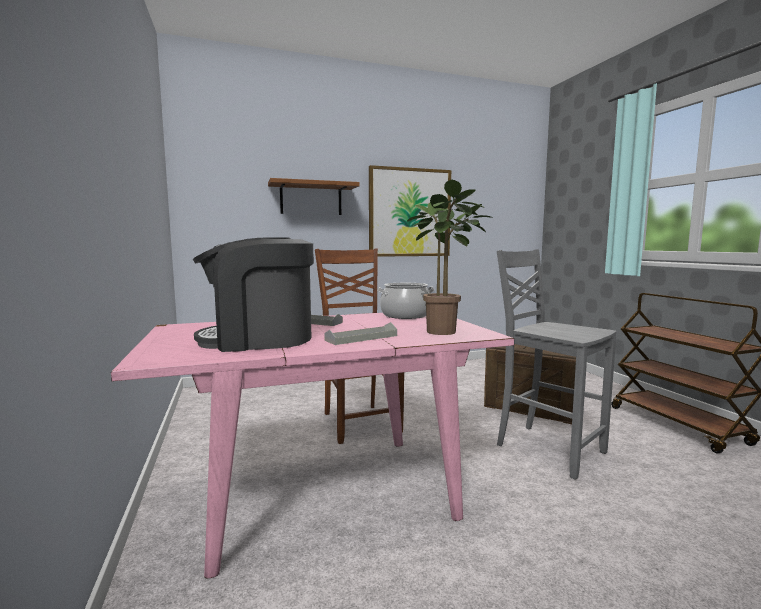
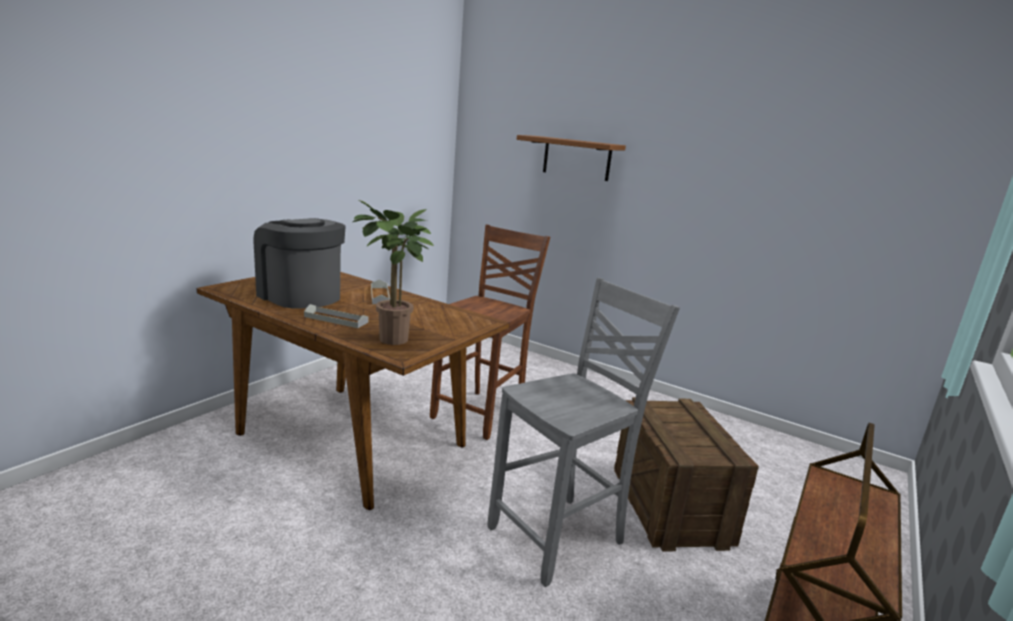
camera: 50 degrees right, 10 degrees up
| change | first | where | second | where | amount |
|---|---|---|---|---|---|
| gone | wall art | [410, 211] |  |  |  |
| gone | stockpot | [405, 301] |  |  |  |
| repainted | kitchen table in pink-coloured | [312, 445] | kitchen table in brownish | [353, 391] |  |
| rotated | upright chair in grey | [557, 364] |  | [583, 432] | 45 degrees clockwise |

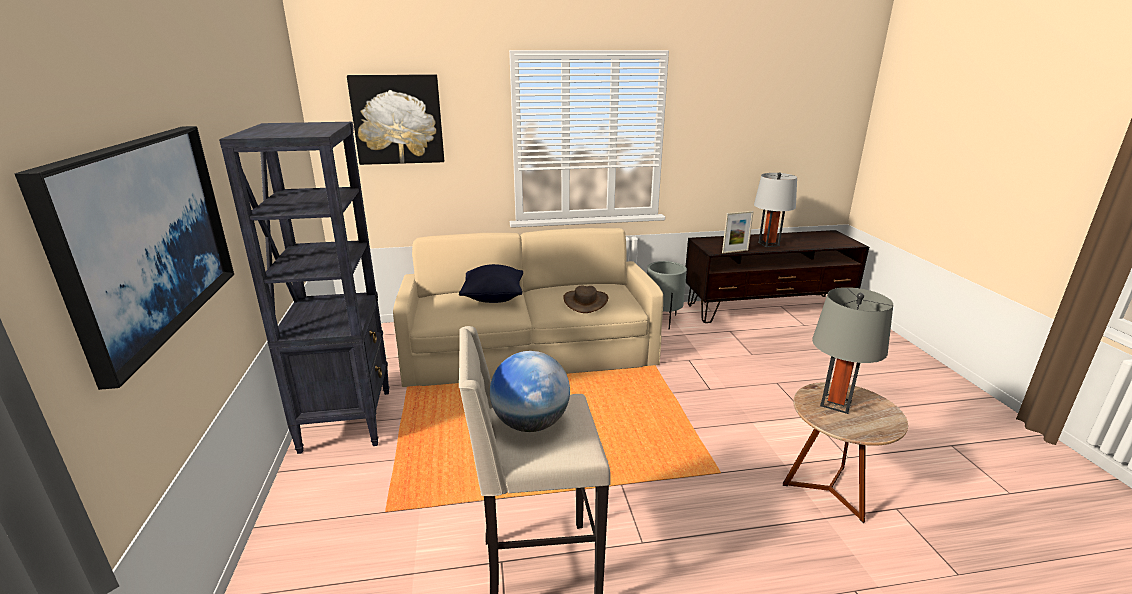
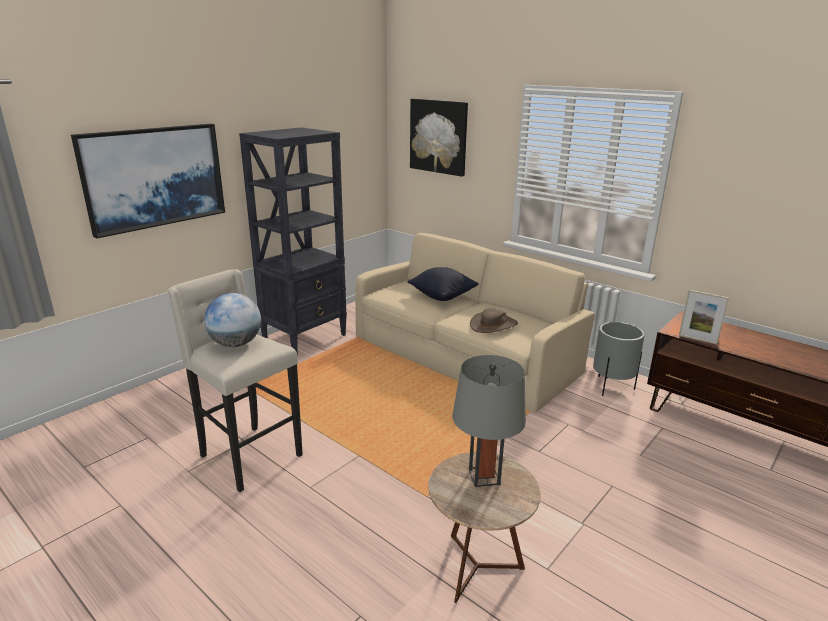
camera: 50 degrees right, 0 degrees up
| change | first | where | second | where | amount |
|---|---|---|---|---|---|
| gone | tabletop lamp in grey | [775, 209] |  |  |  |

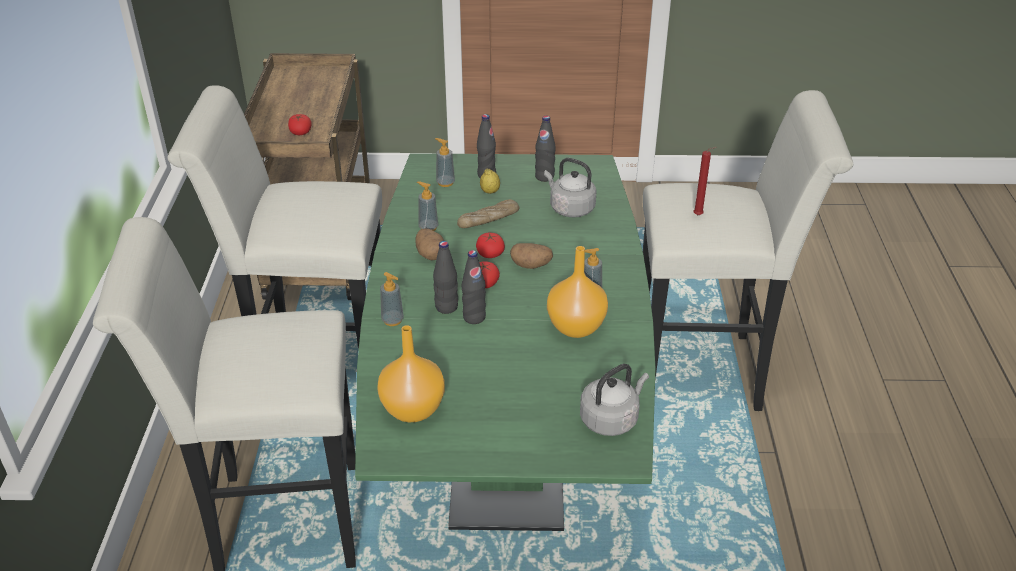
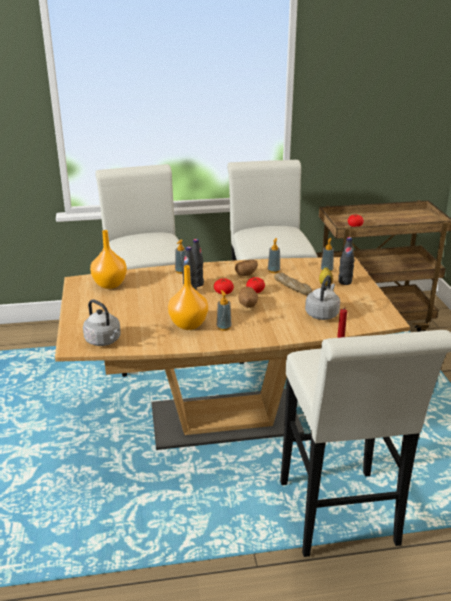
camera: 80 degrees right, 10 degrees down
| change | first | where | second | where | amount |
|---|---|---|---|---|---|
| gone | beverage bottle in blackish | [545, 149] |  |  |  |
| repainted | kitchen table in green-coloured | [505, 342] | kitchen table in brownish | [232, 353] |  |

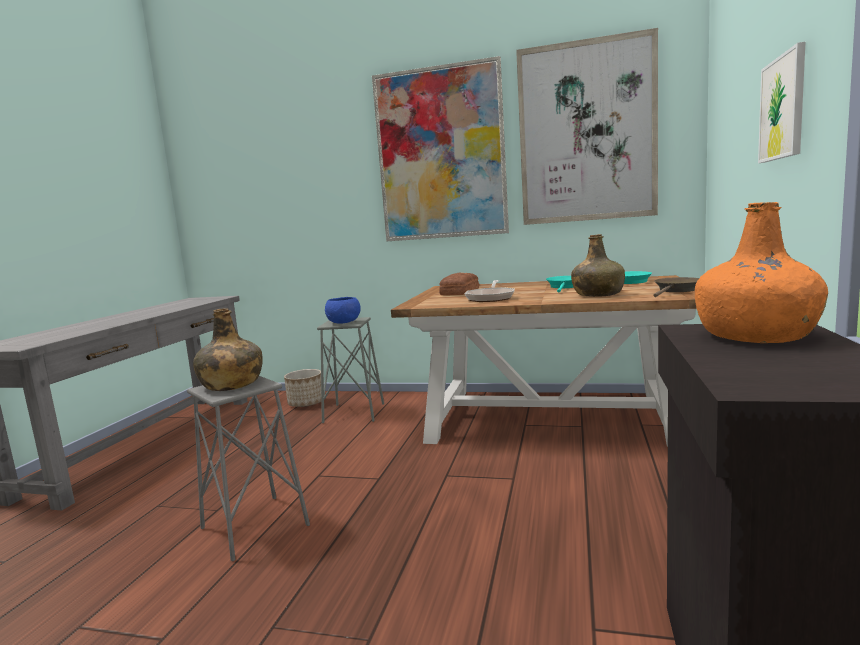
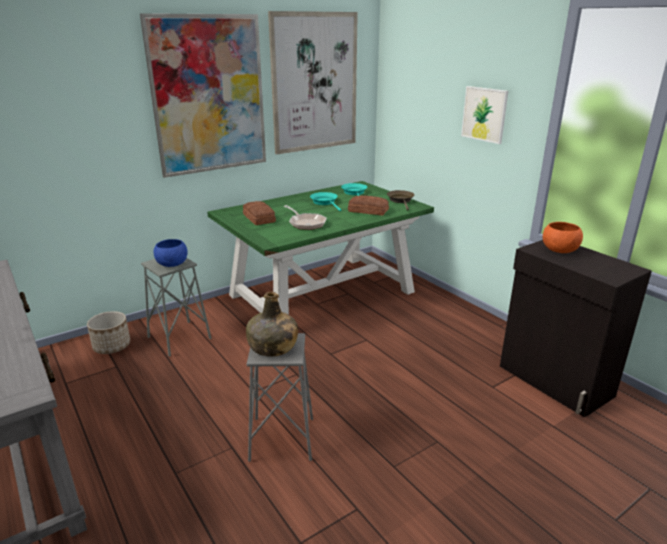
camera: 50 degrees left, 15 degrees up
| change | first | where | second | where | amount |
|---|---|---|---|---|---|
| swapped | beverage bottle in green-coloured | [598, 265] | bread | [368, 206] |  |
| swapped | beverage bottle in orangey | [761, 272] | serving bowl in orangey | [563, 237] |  |
| repainted | kitchen table in brownish | [543, 361] | kitchen table in green-coloured | [320, 247] |  |

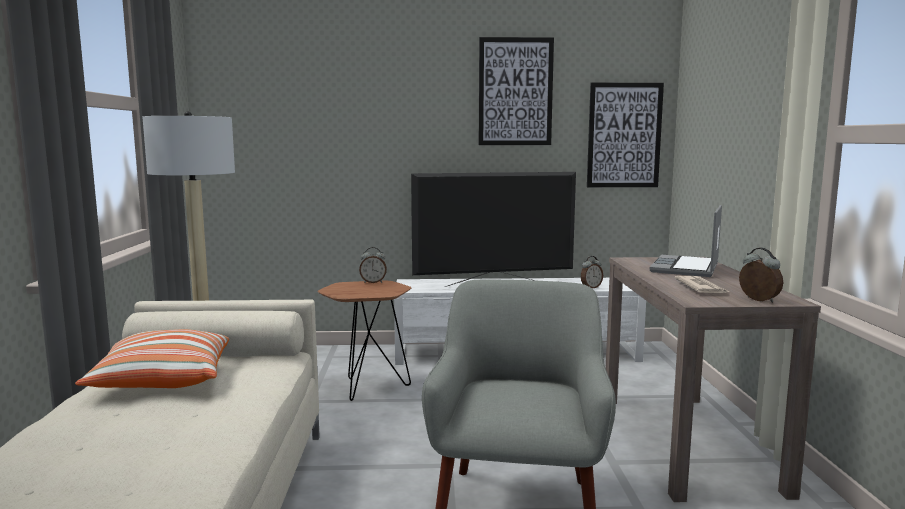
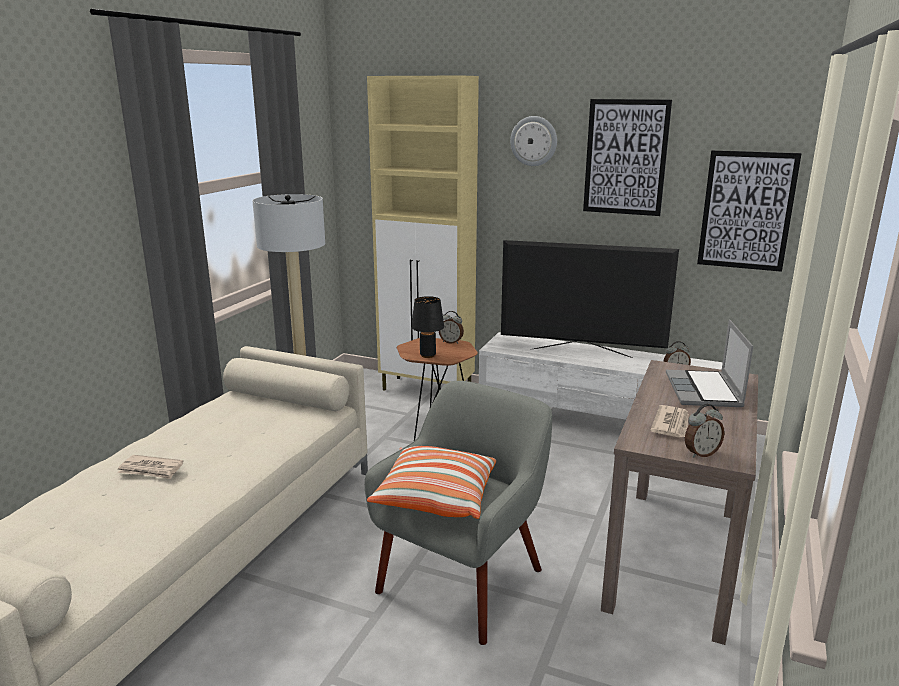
camera: 25 degrees right, 10 degrees up
| change | first | where | second | where | amount |
|---|---|---|---|---|---|
| new |  |  | newspaper | [150, 467] |  |
| new |  |  | storage cabinet in sand-coloured | [423, 233] |  |
| new |  |  | tabletop lamp in blackish | [427, 327] |  |
| new |  |  | wall clock | [533, 141] |  |
| shifted | cushion | [152, 358] |  | [431, 482] |  |
| rotated | portable computer | [686, 241] |  | [709, 363] | 45 degrees counterclockwise |
| rotated | bedside clock | [761, 275] |  | [704, 431] | 75 degrees clockwise |

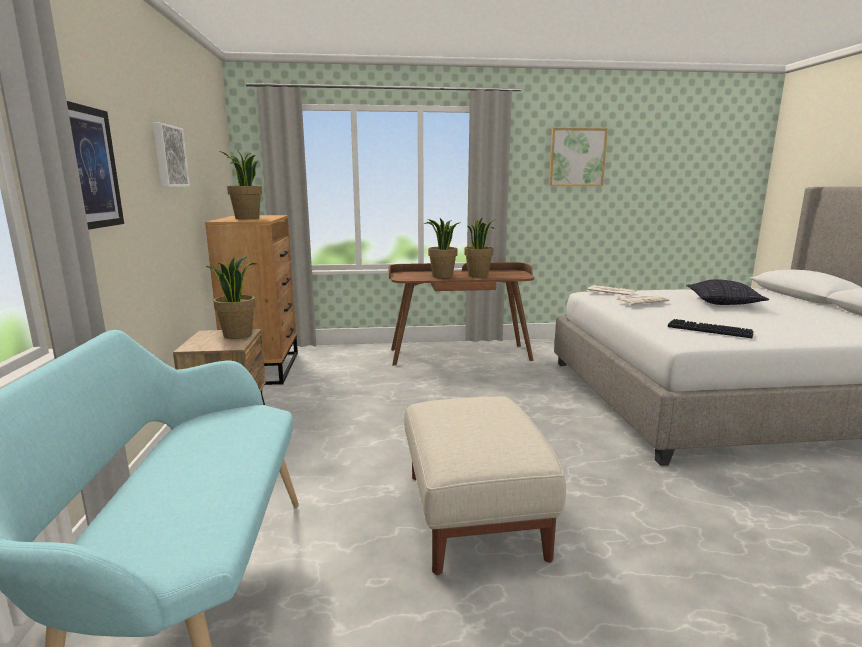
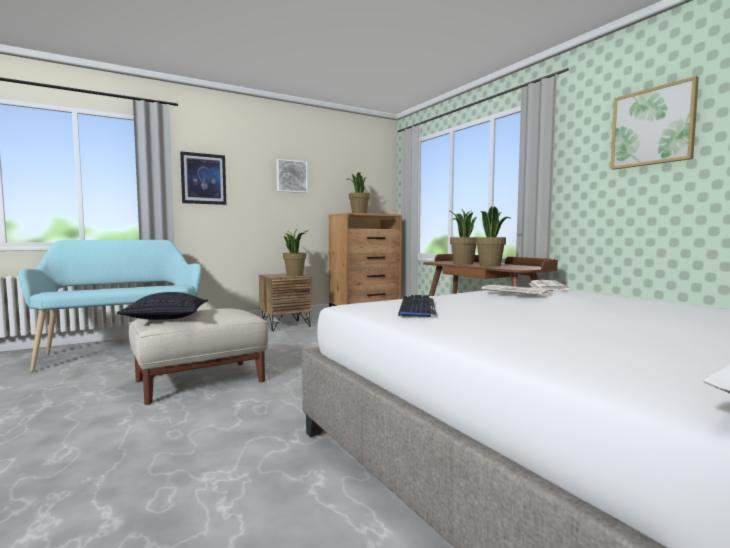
camera: 65 degrees right, 10 degrees down
| change | first | where | second | where | amount |
|---|---|---|---|---|---|
| shifted | cushion | [727, 292] |  | [162, 306] |  |

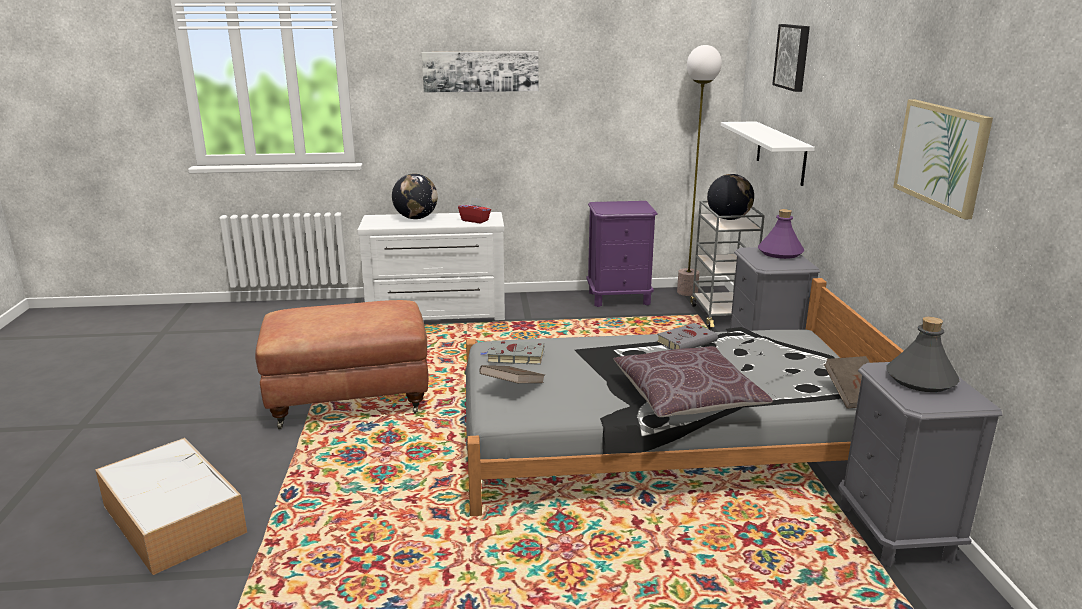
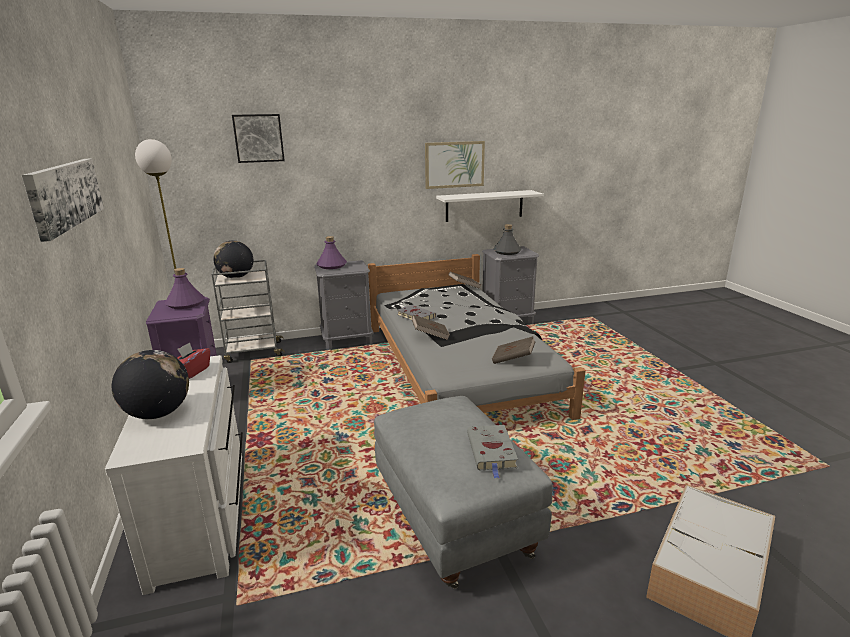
camera: 100 degrees left, 0 degrees up
| change | first | where | second | where | amount |
|---|---|---|---|---|---|
| gone | cushion in brownish | [693, 381] |  |  |  |
| new |  |  | beverage bottle in purple-coloured | [185, 288] |  |
| new |  |  | book in brownish | [431, 327] |  |
| shifted | book in grey | [512, 352] |  | [492, 451] |  |
| shifted | bracket shelf in white | [768, 153] |  | [490, 206] |  |
| repainted | footrest in brownish | [342, 364] | footrest in grey | [463, 492] |  |

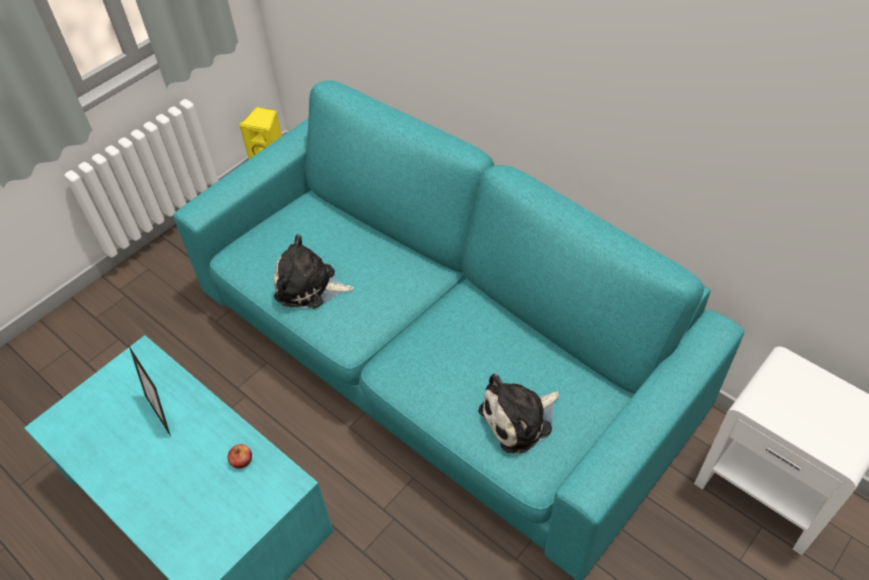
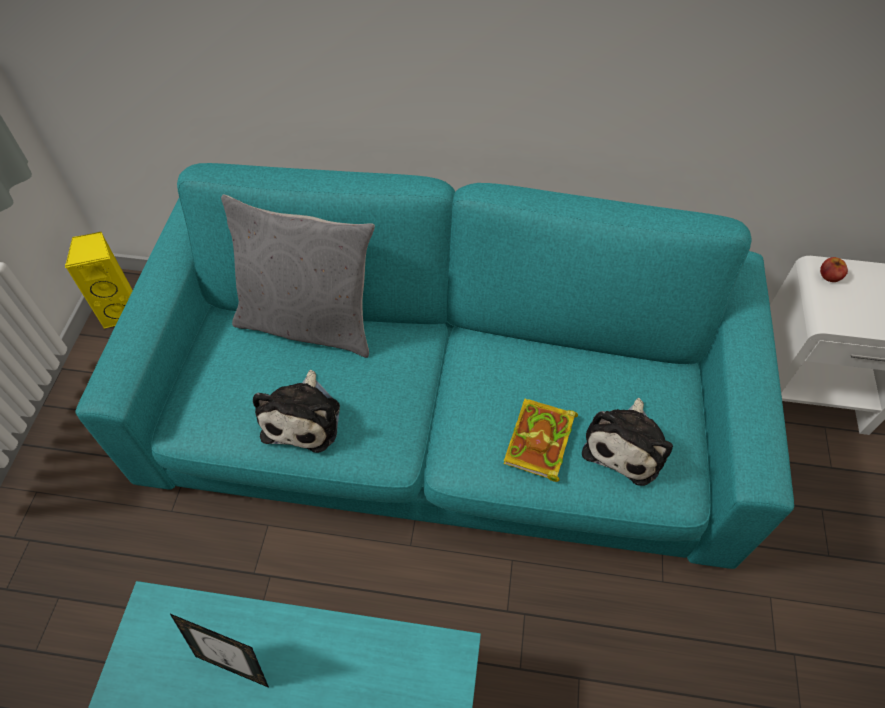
camera: 35 degrees left, 5 degrees up
| change | first | where | second | where | amount |
|---|---|---|---|---|---|
| new |  |  | cushion in grey | [298, 276] |  |
| new |  |  | book | [540, 440] |  |
| shifted | whole apple | [240, 456] |  | [834, 269] |  |
| rotated | cuddly toy | [314, 271] |  | [296, 411] | 60 degrees counterclockwise |

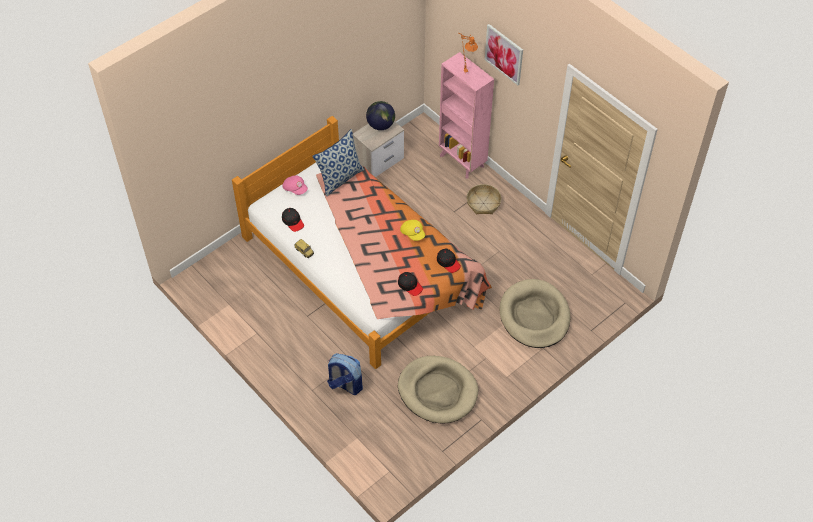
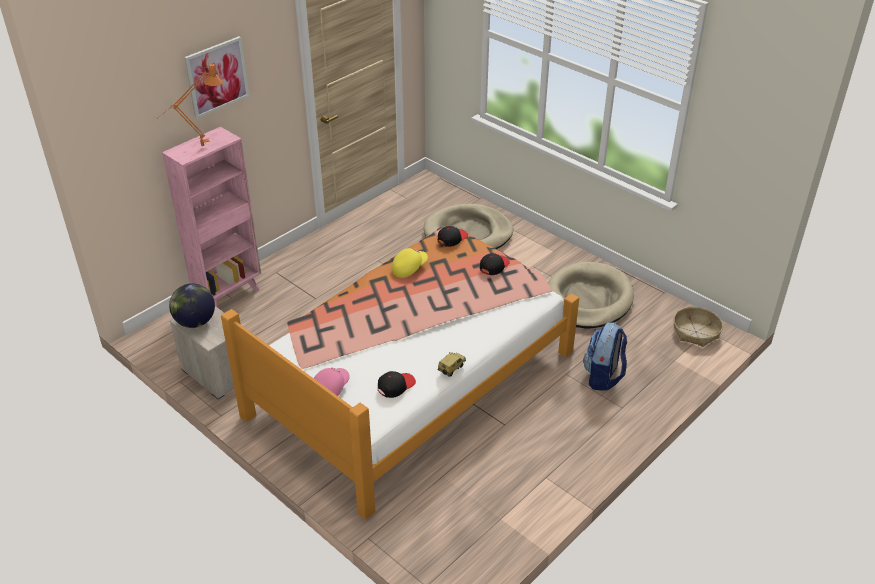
camera: 95 degrees left, 15 degrees down
| change | first | where | second | where | amount |
|---|---|---|---|---|---|
| gone | cushion | [338, 162] |  |  |  |
| shifted | household basket | [484, 199] |  | [698, 327] |  |

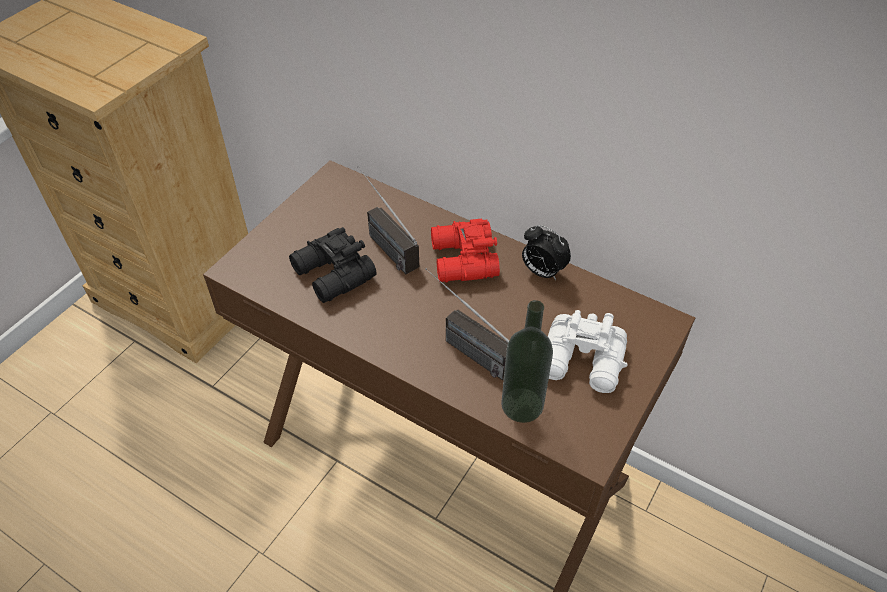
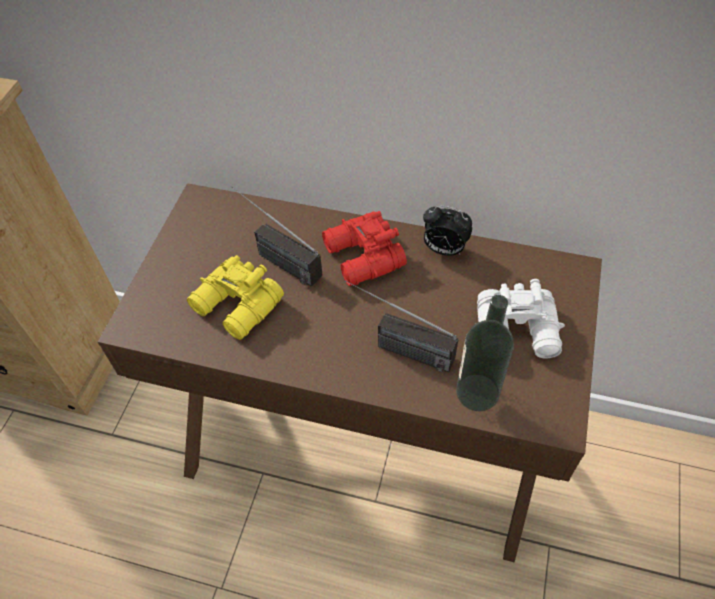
camera: 15 degrees left, 5 degrees up
| change | first | where | second | where | amount |
|---|---|---|---|---|---|
| repainted | pair of binoculars in blackish | [333, 265] | pair of binoculars in yellow-coloured | [235, 297] |  |

